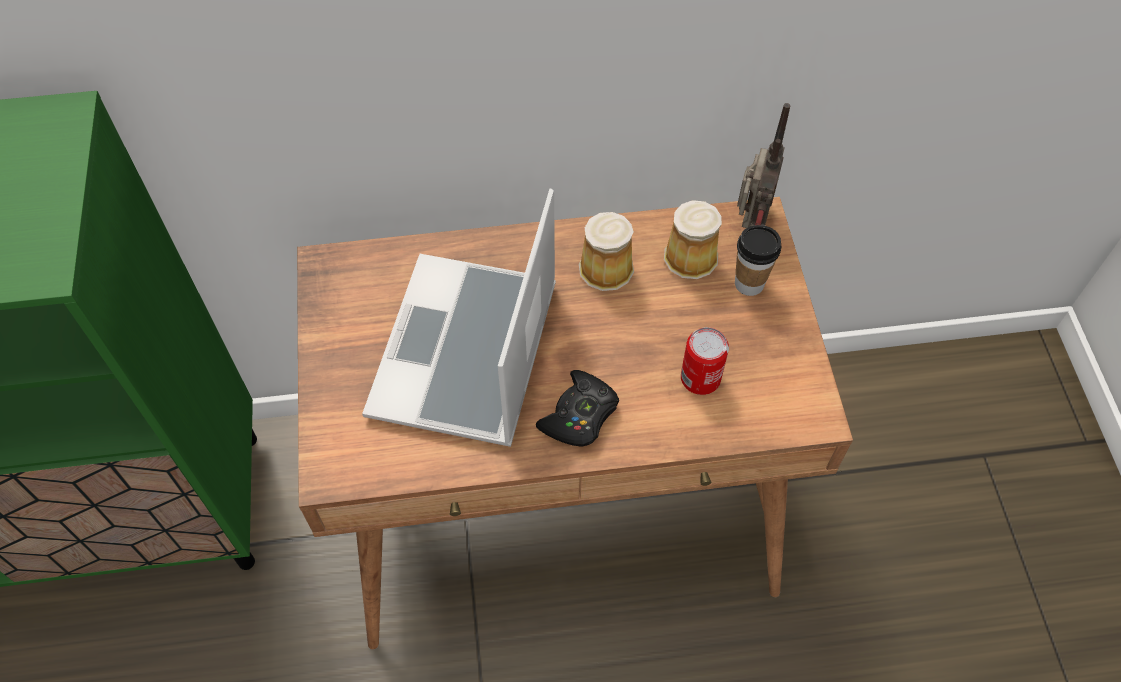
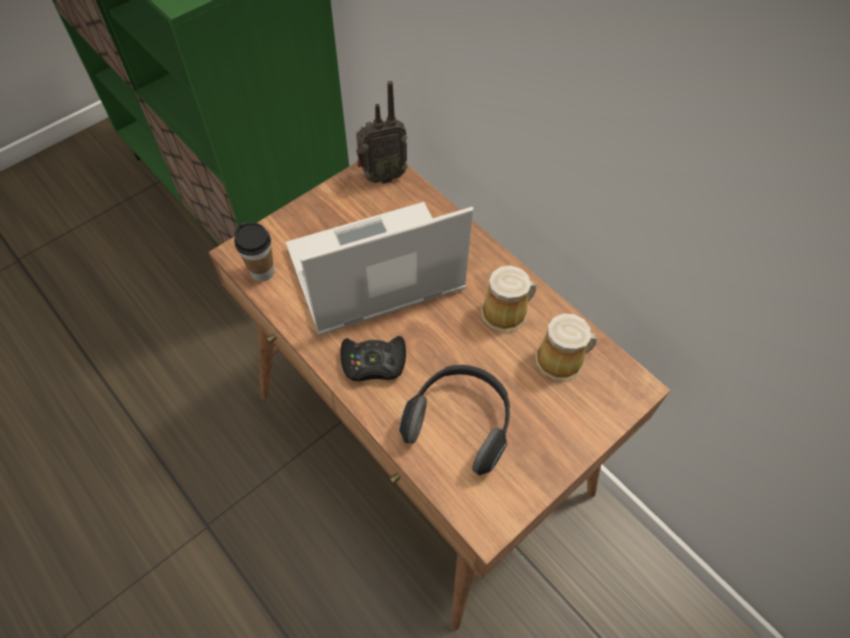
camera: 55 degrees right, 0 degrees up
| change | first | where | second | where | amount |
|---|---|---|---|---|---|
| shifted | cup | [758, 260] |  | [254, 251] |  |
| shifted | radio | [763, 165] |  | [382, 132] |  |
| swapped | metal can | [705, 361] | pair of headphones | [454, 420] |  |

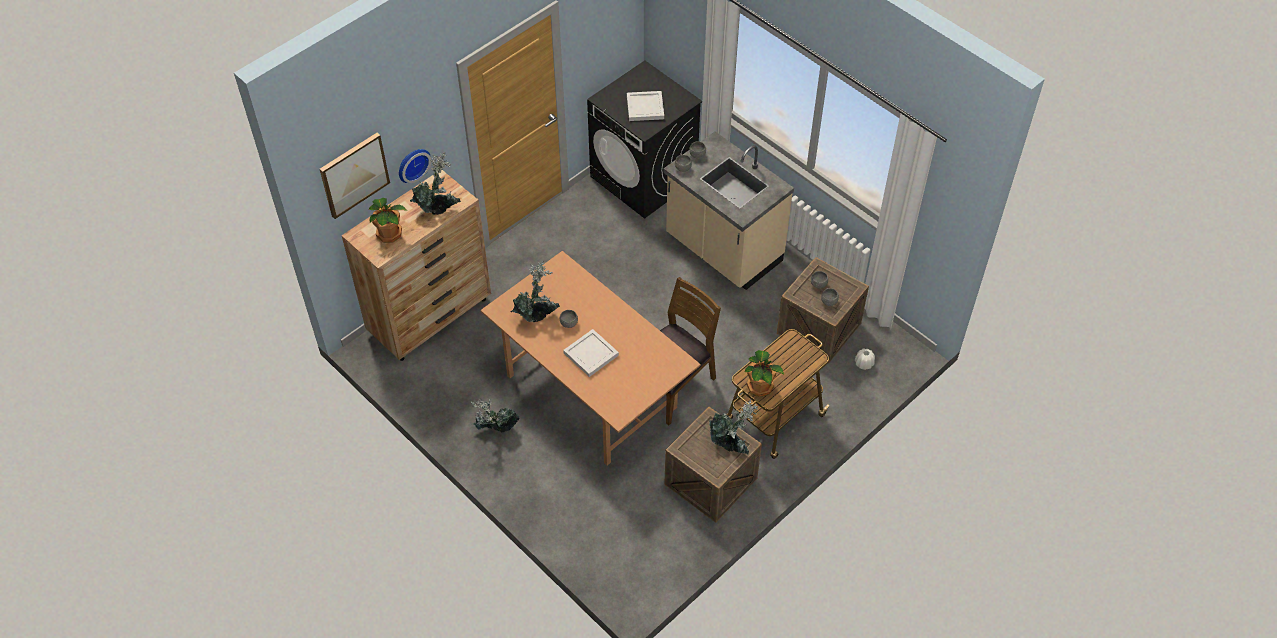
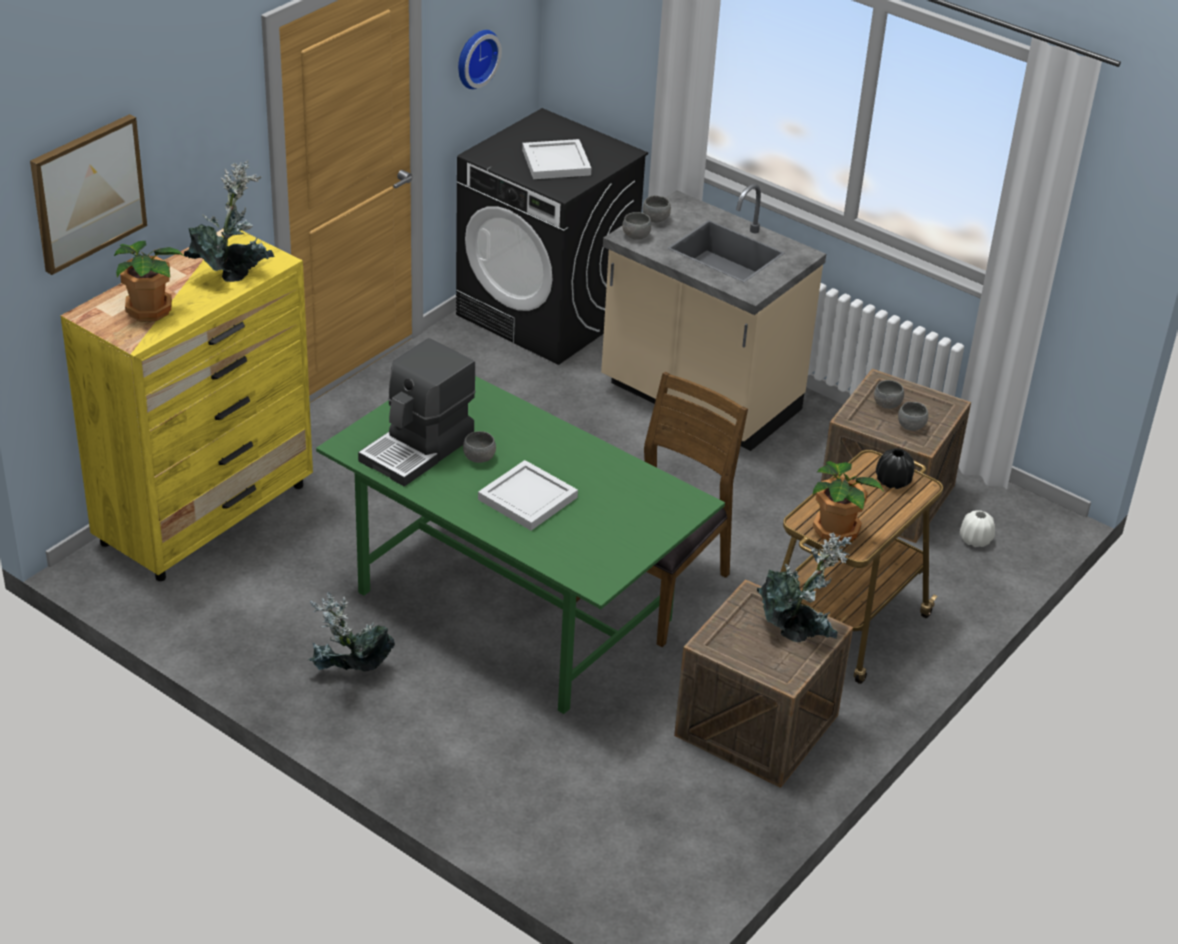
camera: 10 degrees left, 15 degrees down
| change | first | where | second | where | amount |
|---|---|---|---|---|---|
| new |  |  | flower vase in blackish | [895, 468] |  |
| shifted | wall clock | [415, 166] |  | [480, 59] |  |
| swapped | potted plant | [535, 291] | coffee maker | [416, 412] |  |
| repainted | dresser in brownish | [416, 265] | dresser in yellow-coloured | [187, 404] |  |
| repainted | kitchen table in brownish | [591, 358] | kitchen table in green-coloured | [520, 545] |  |

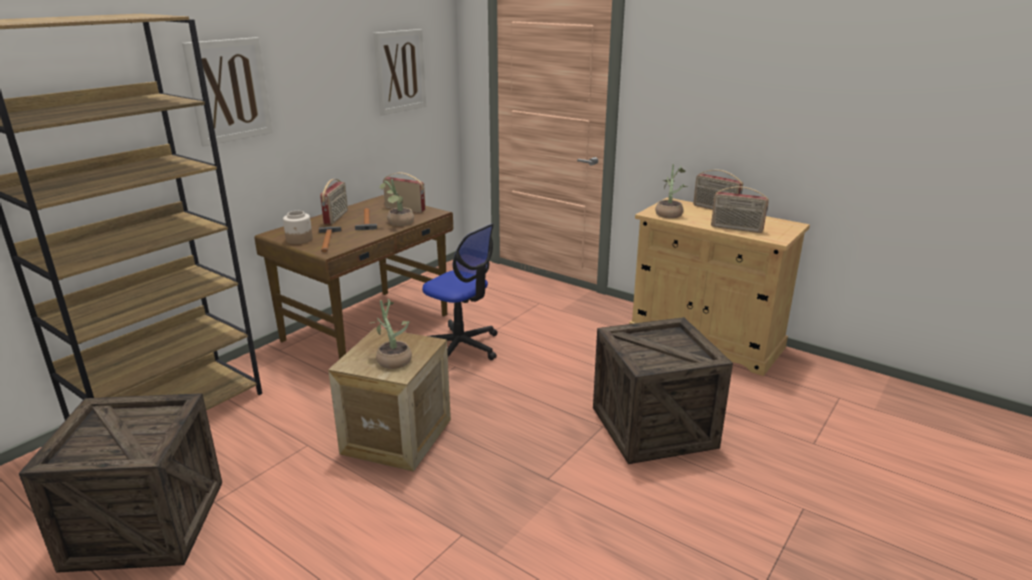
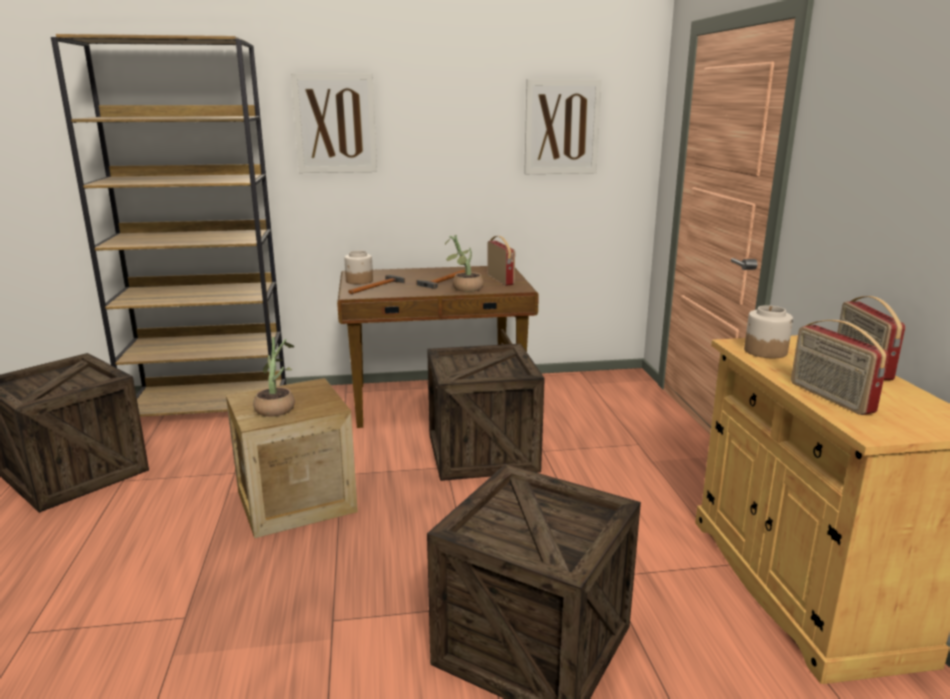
camera: 45 degrees right, 5 degrees down
| change | first | where | second | where | amount |
|---|---|---|---|---|---|
| gone | radio | [334, 201] |  |  |  |
| swapped | desk chair | [460, 291] | packing crate | [486, 412] |  |
| swapped | potted plant | [671, 191] | jar | [768, 331] |  |

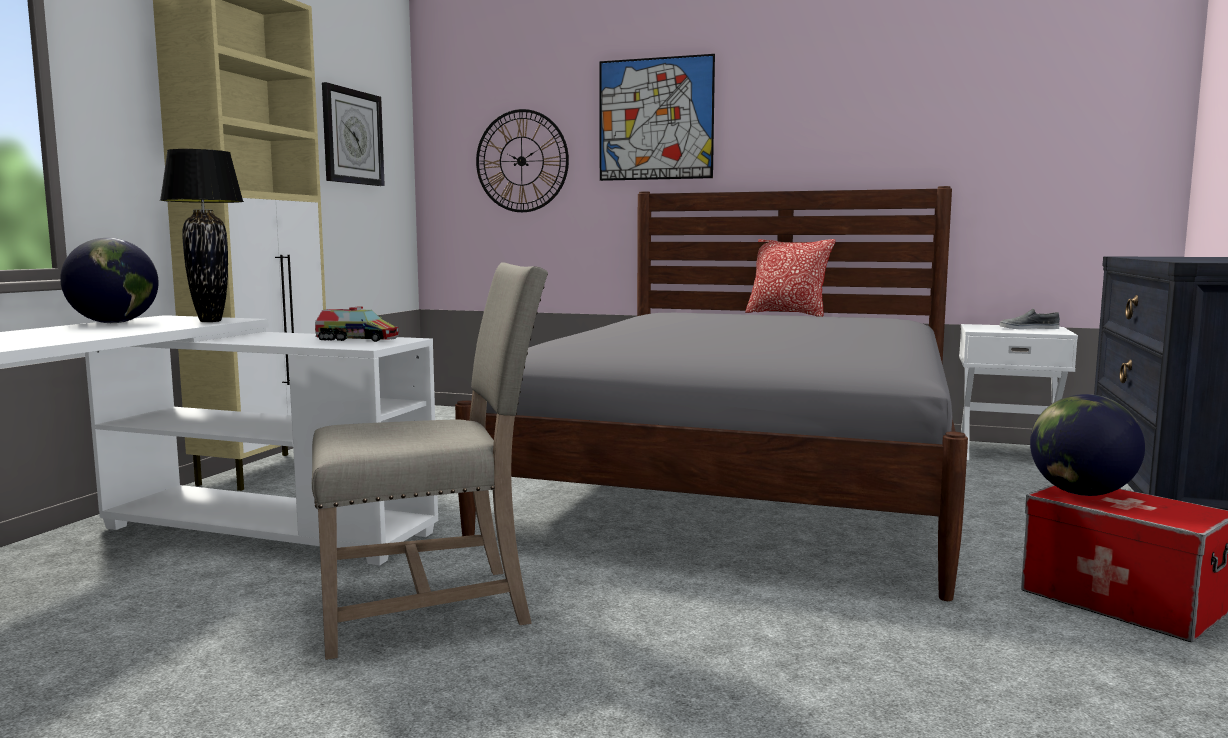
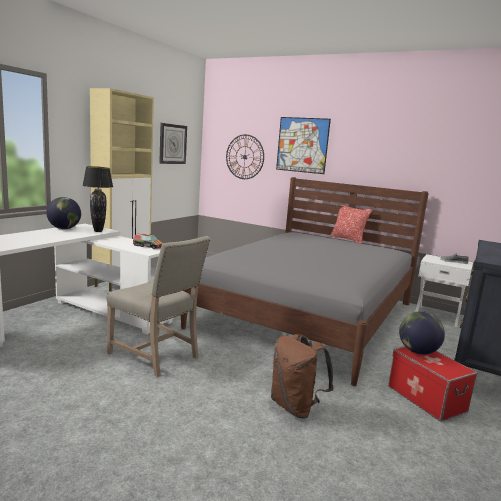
camera: 10 degrees right, 5 degrees up
| change | first | where | second | where | amount |
|---|---|---|---|---|---|
| new |  |  | backpack in brownish | [302, 376] |  |
| rotated | upright chair in sand-coloured | [430, 461] |  | [158, 306] | 45 degrees clockwise |

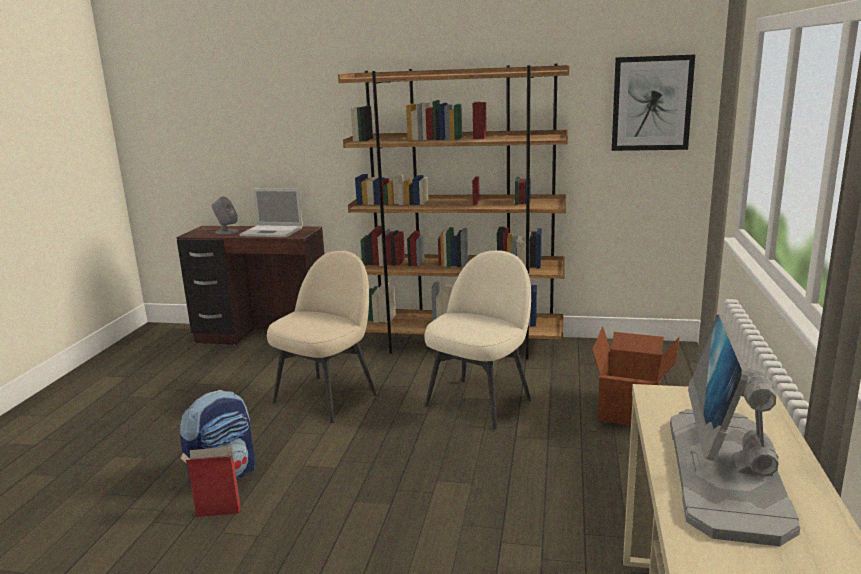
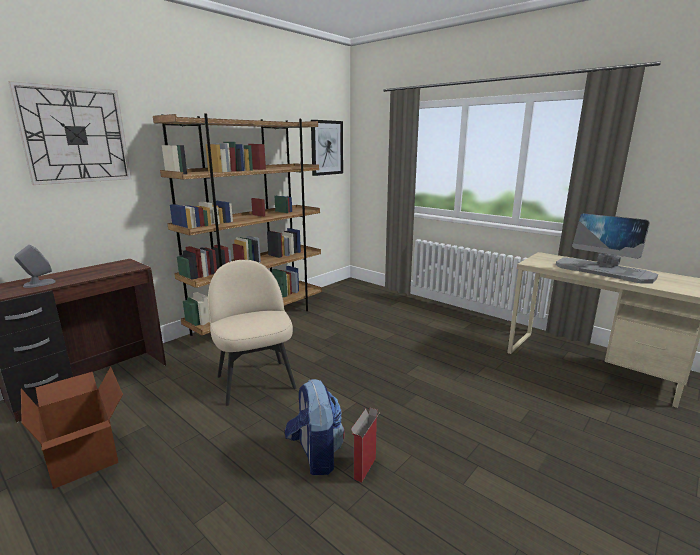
camera: 60 degrees left, 0 degrees up
| change | first | where | second | where | amount |
|---|---|---|---|---|---|
| gone | portable computer | [271, 212] |  |  |  |
| gone | upright chair in sand-coloured | [477, 339] |  |  |  |
| new |  |  | wall clock | [69, 133] |  |
| shifted | packing box | [636, 376] |  | [72, 428] |  |

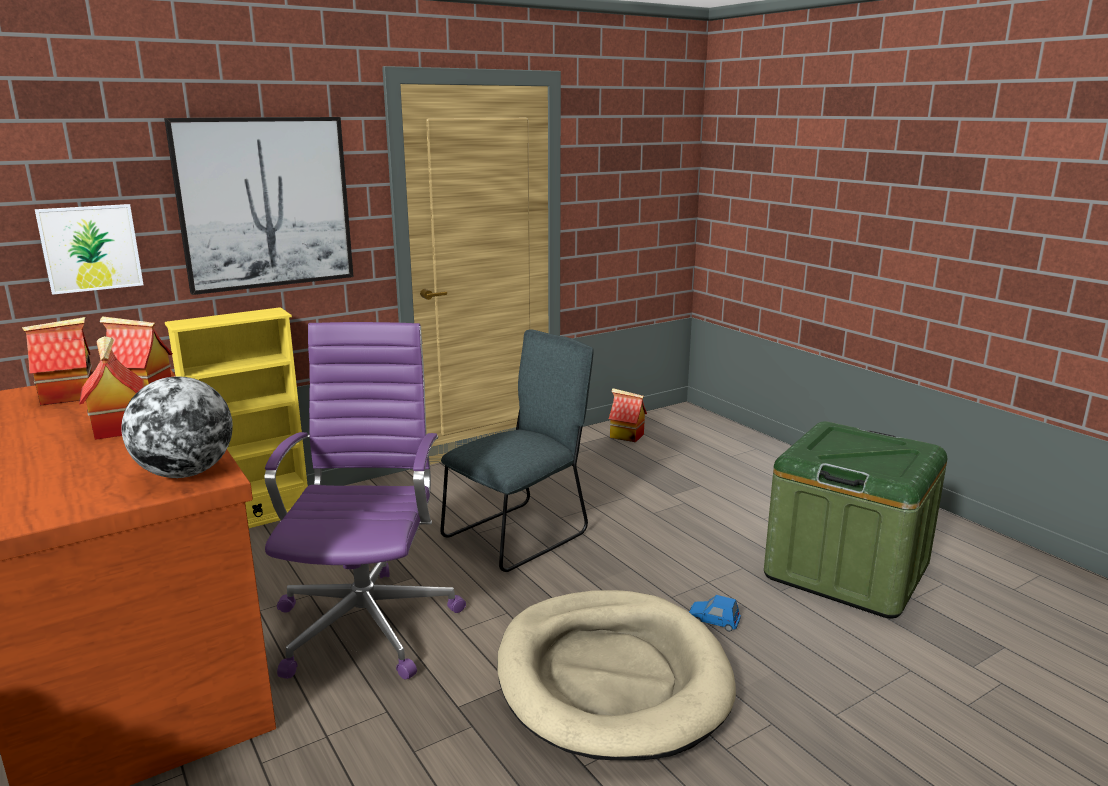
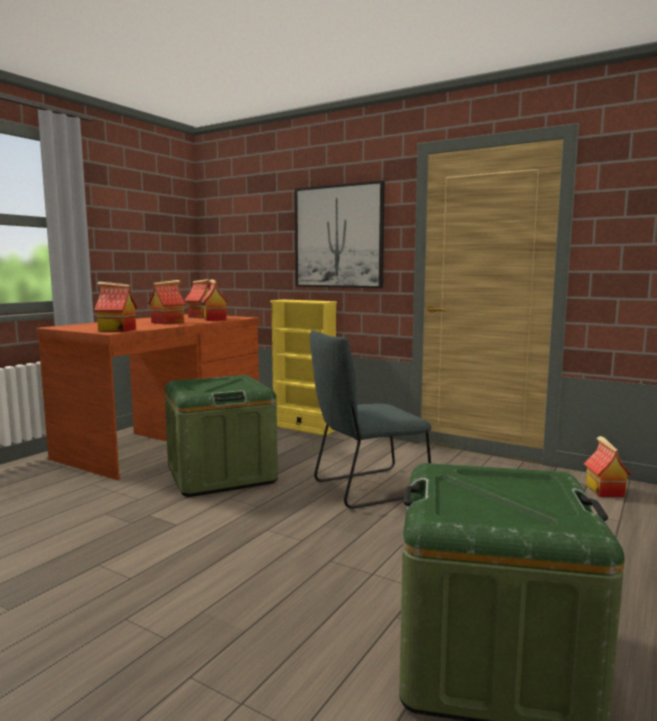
camera: 65 degrees right, 10 degrees down
| change | first | where | second | where | amount |
|---|---|---|---|---|---|
| gone | wall art | [89, 249] |  |  |  |
| gone | pet bed in sand-coloured | [616, 675] |  |  |  |
| gone | toy car in bluish | [715, 613] |  |  |  |
| swapped | desk globe | [177, 427] | miniature house | [116, 306] |  |
| swapped | desk chair in purple-coloured | [365, 500] | storage container in green-coloured | [221, 436] |  |
| rotated | upright chair in grey | [517, 450] |  | [370, 419] | 135 degrees clockwise |

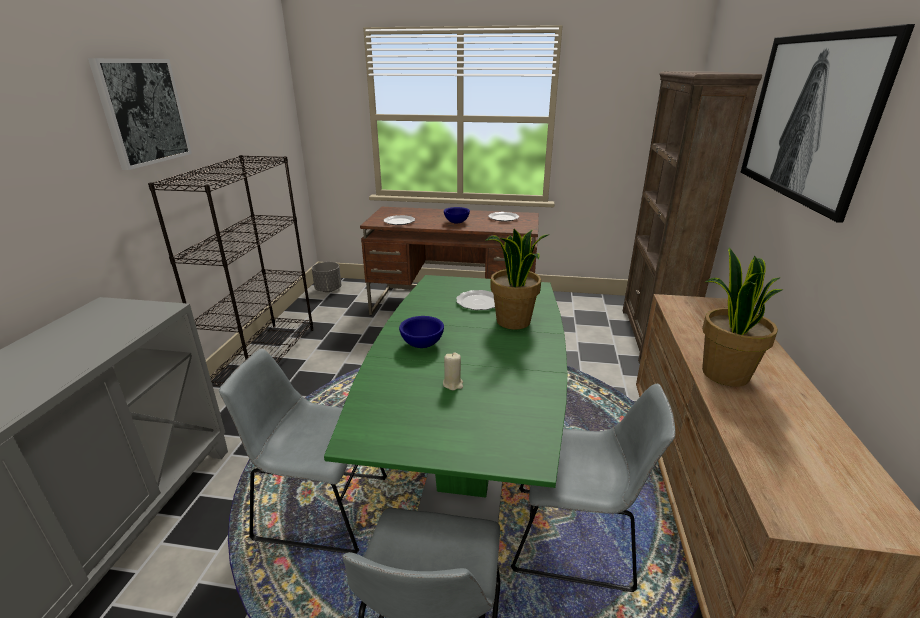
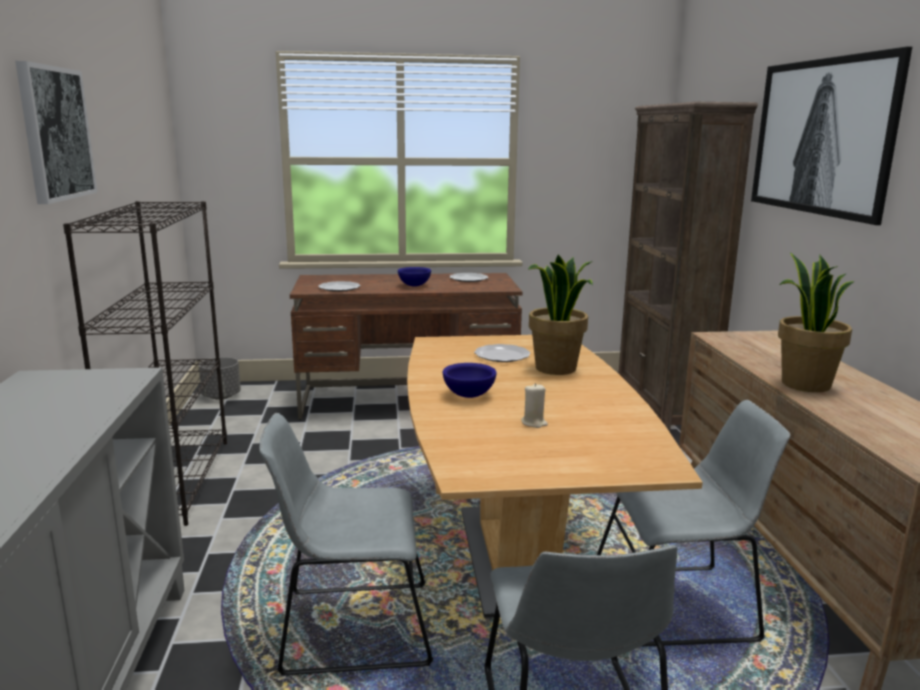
camera: 15 degrees left, 10 degrees down
| change | first | where | second | where | amount |
|---|---|---|---|---|---|
| repainted | kitchen table in green-coloured | [445, 399] | kitchen table in brownish | [555, 476] |  |

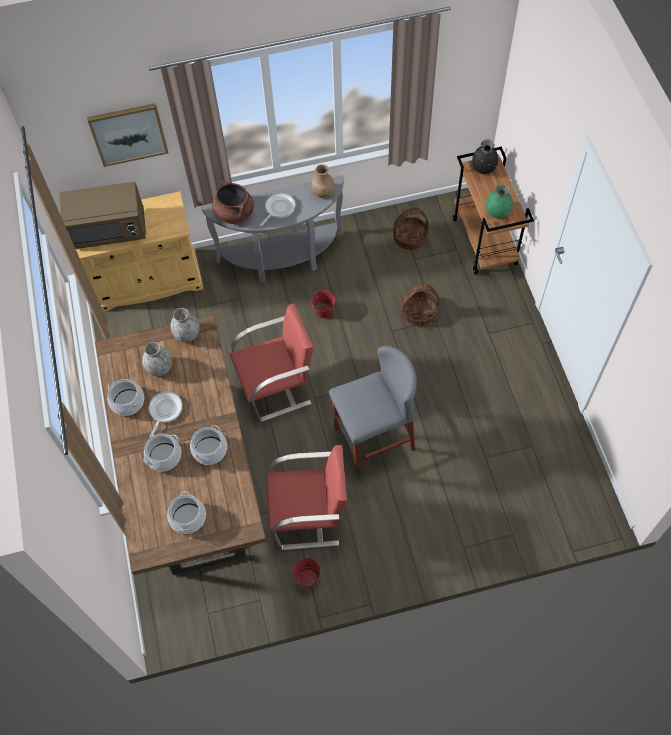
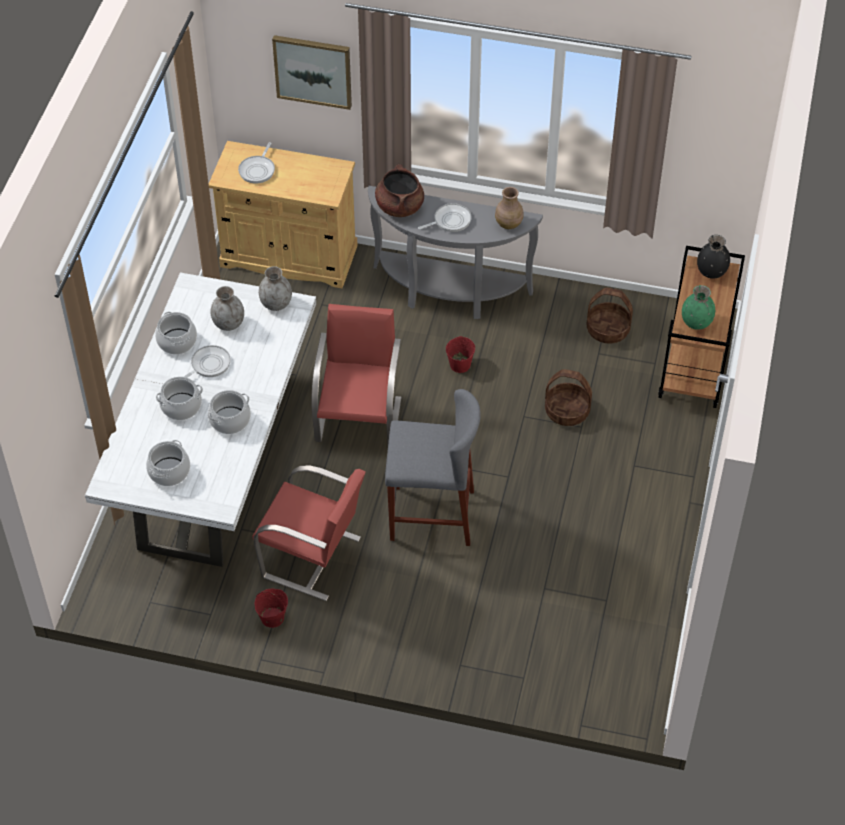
camera: 25 degrees right, 10 degrees down
| change | first | where | second | where | amount |
|---|---|---|---|---|---|
| swapped | microwave in brownish | [102, 215] | pan | [256, 162] |  |
| repainted | kitchen table in brownish | [180, 445] | kitchen table in white | [200, 419] |  |
| rotated | upright chair in reddish | [272, 362] |  | [356, 375] | 90 degrees counterclockwise |

